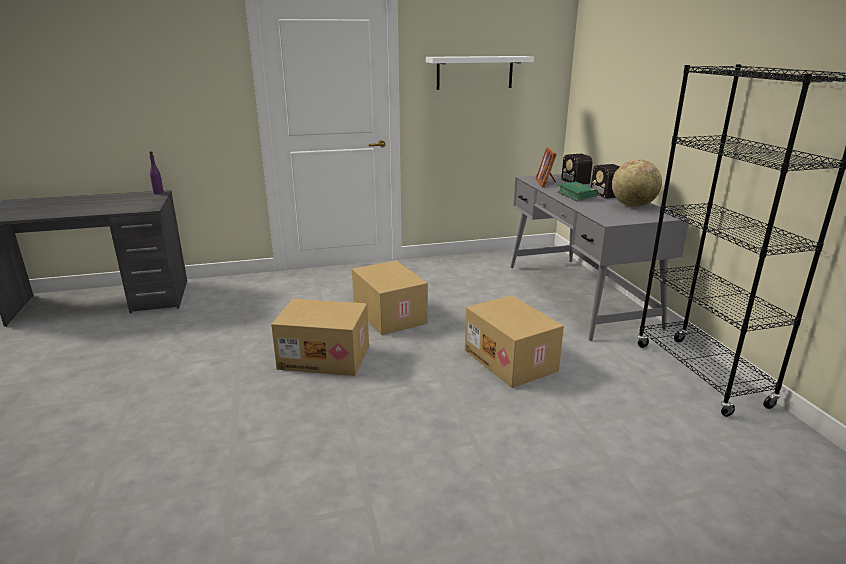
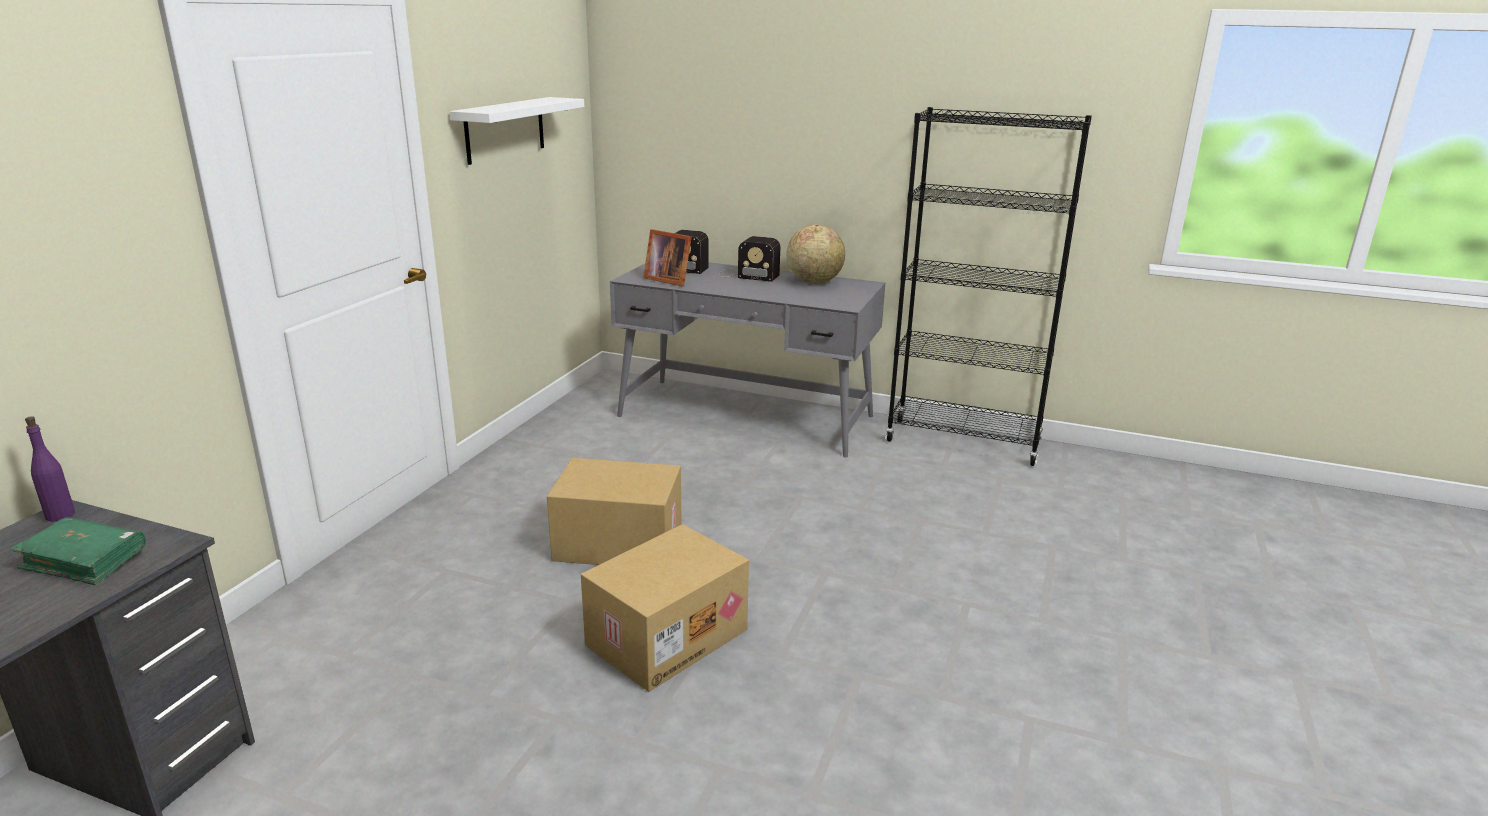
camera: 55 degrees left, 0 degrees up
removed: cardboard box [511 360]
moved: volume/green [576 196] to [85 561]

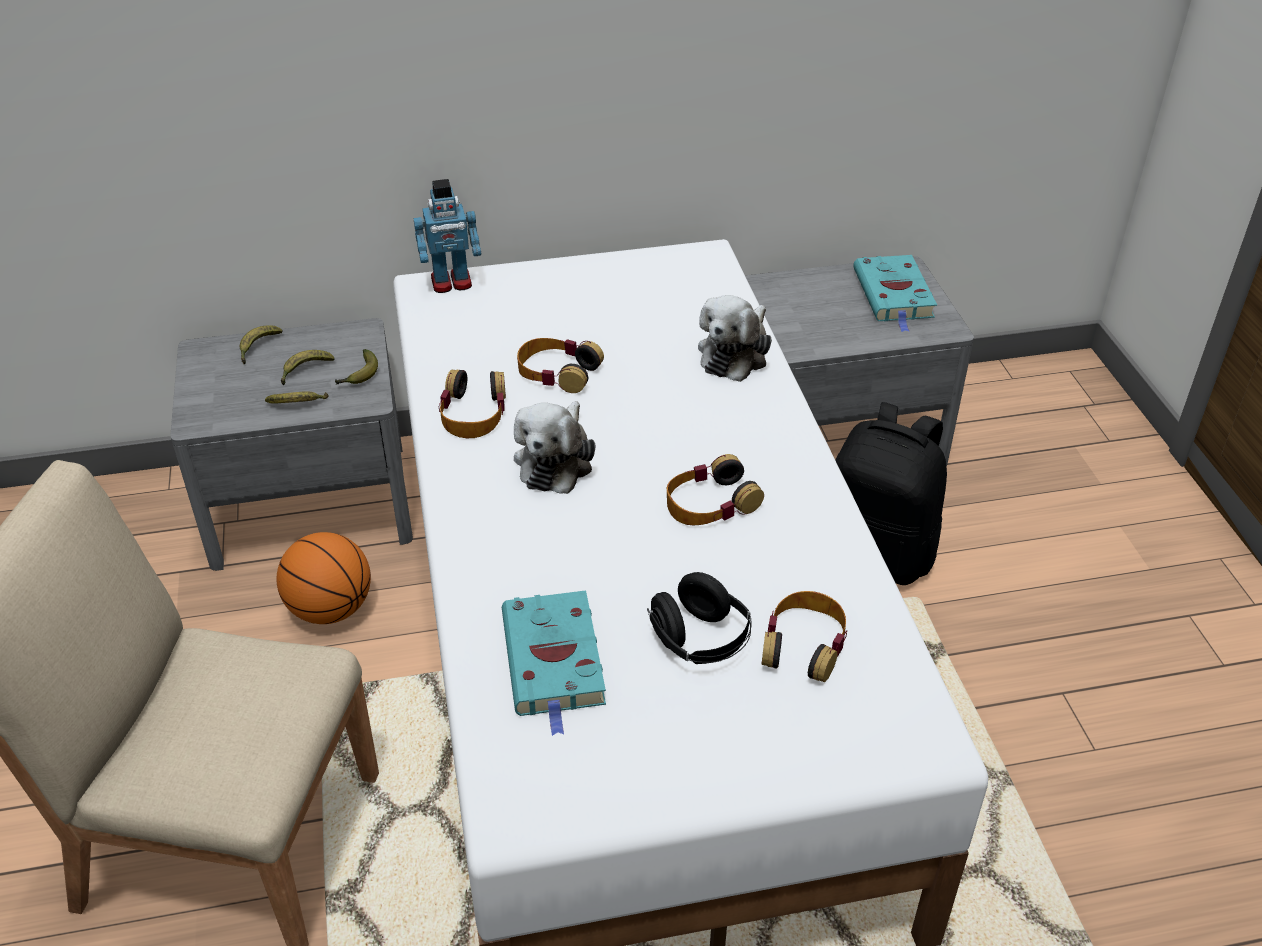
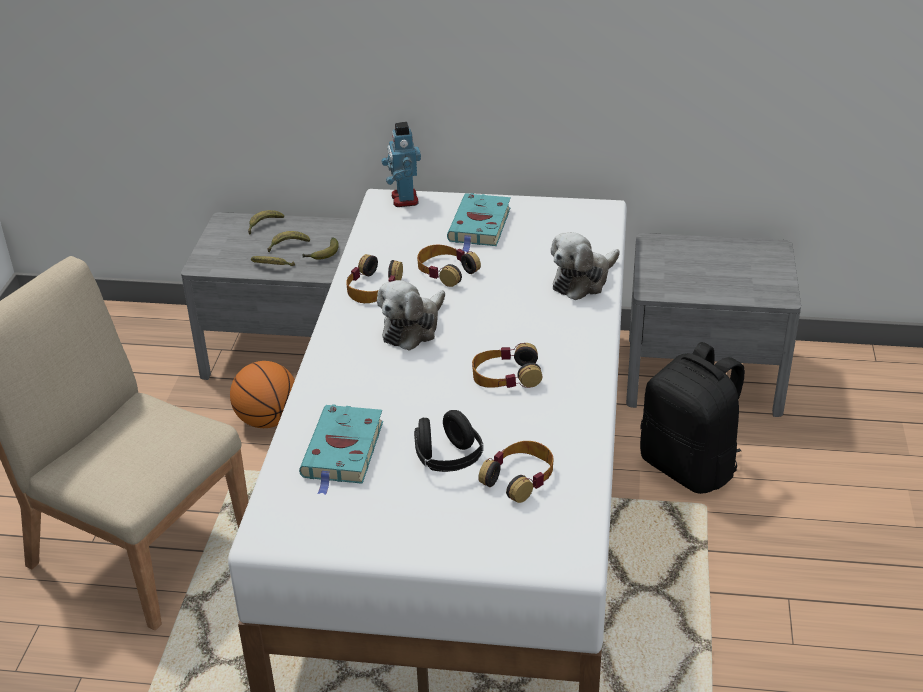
camera: 20 degrees right, 5 degrees down
moved: volume/blue-green [894 296] to [479 226]
turned: robot figure [451 283] = [404 199] 75 degrees clockwise

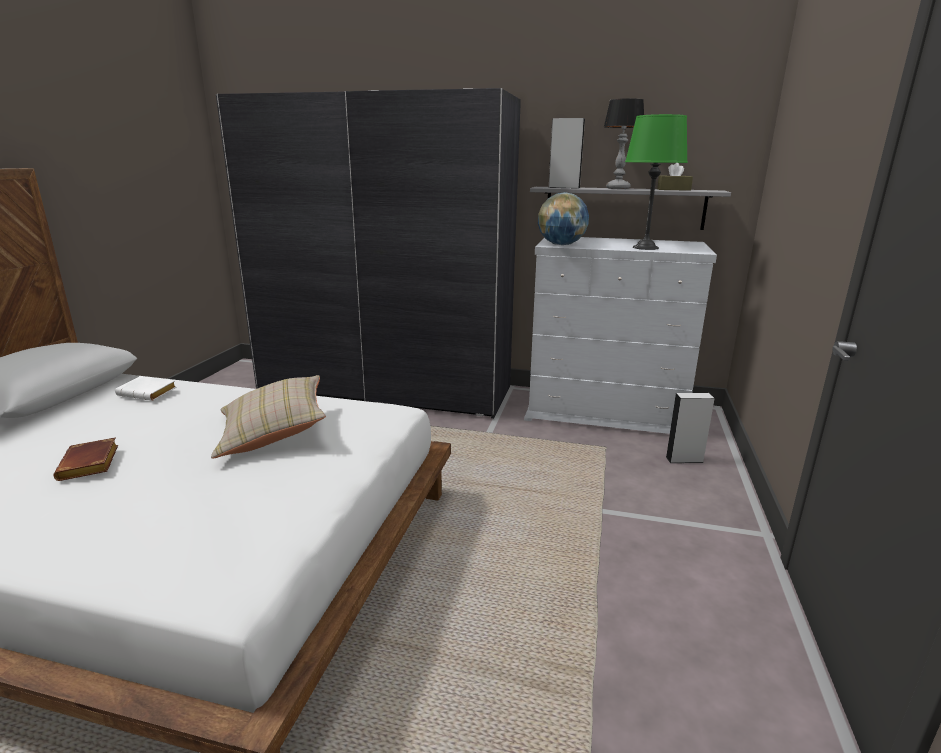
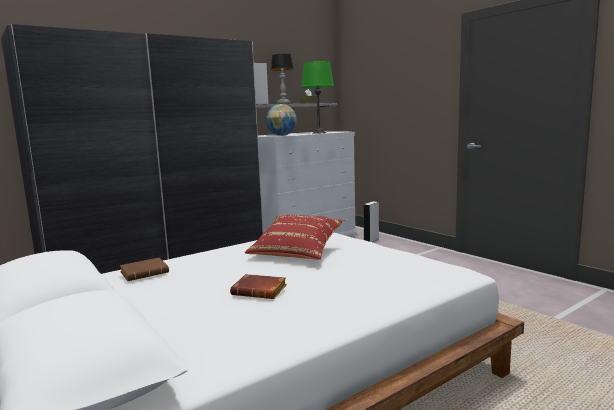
camera: 50 degrees left, 10 degrees down
recoloured: cushion/beige [273 434] to cushion/red-coloured [296 252]; volume/white-coloured [149 392] to volume/brownish [145 273]

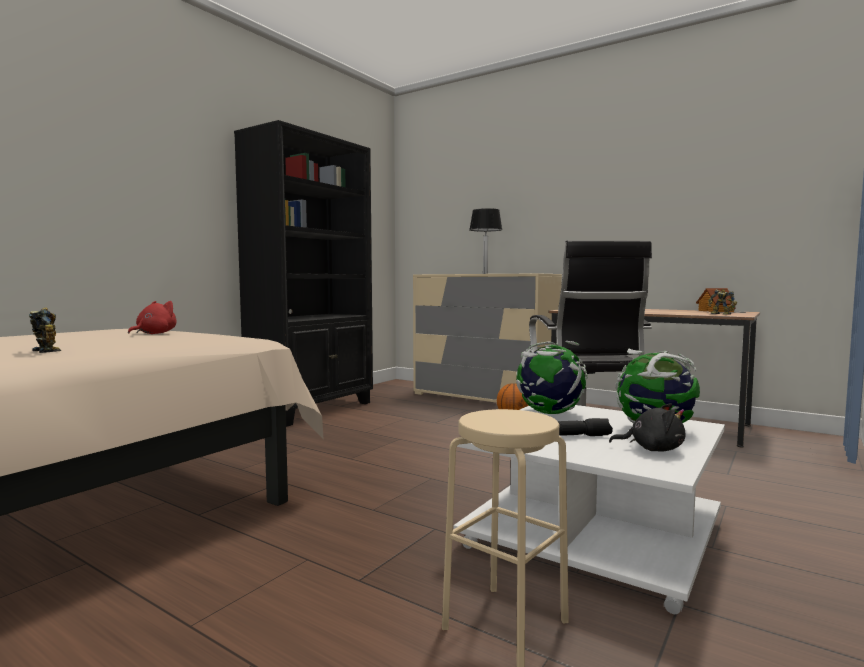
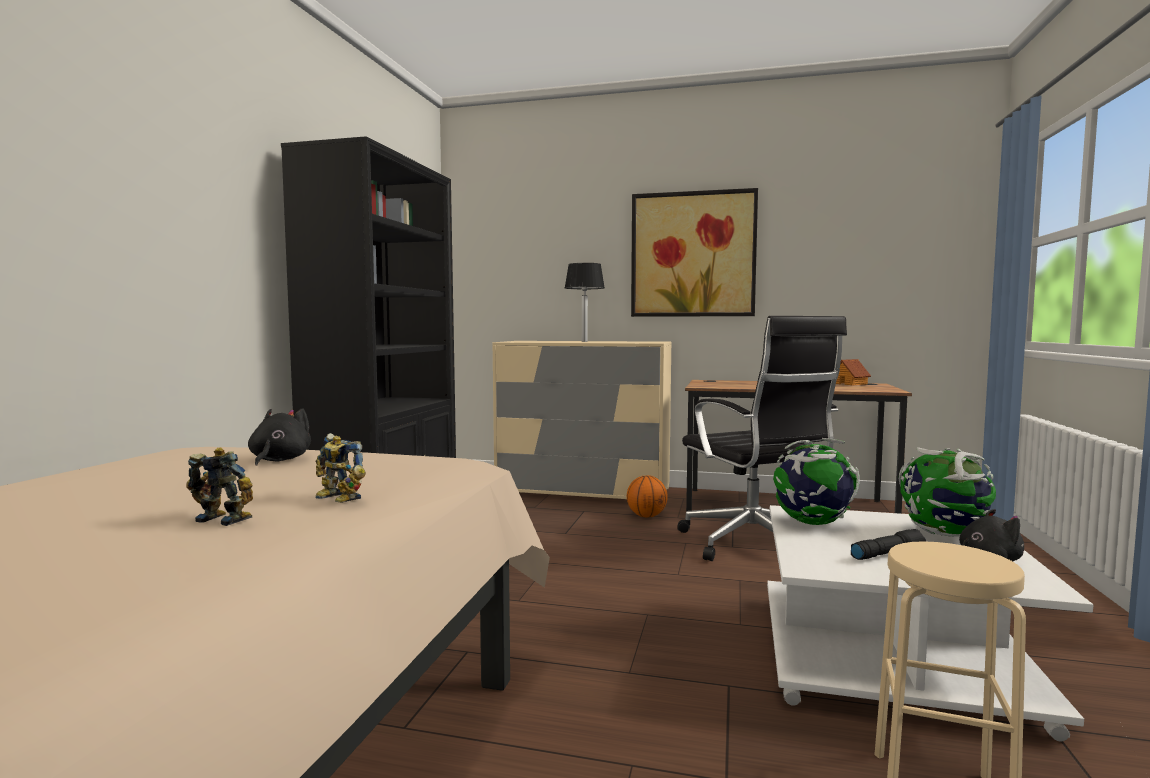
camera: 20 degrees left, 0 degrees up
added: wall picture [693 254]
moved: robot figure [720 314] to [336 499]
recoloured: plush toy/red-coloured [154 333] to plush toy/black [279 460]

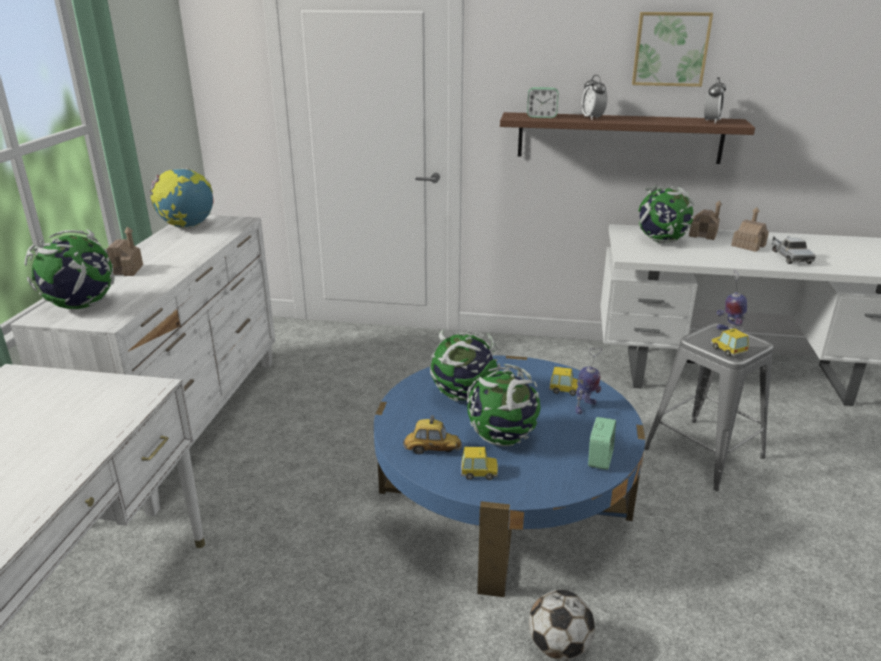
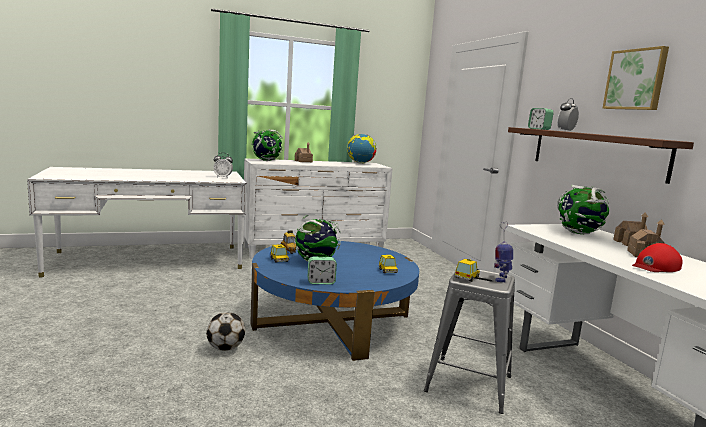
camera: 60 degrees right, 15 degrees down
removed: world globe [463 395]; robot figure [584 407]
moved: table clock [711 121] to [223 177]
replaced: toy lorry [789 256] to peaked cap/red-coloured [655 266]

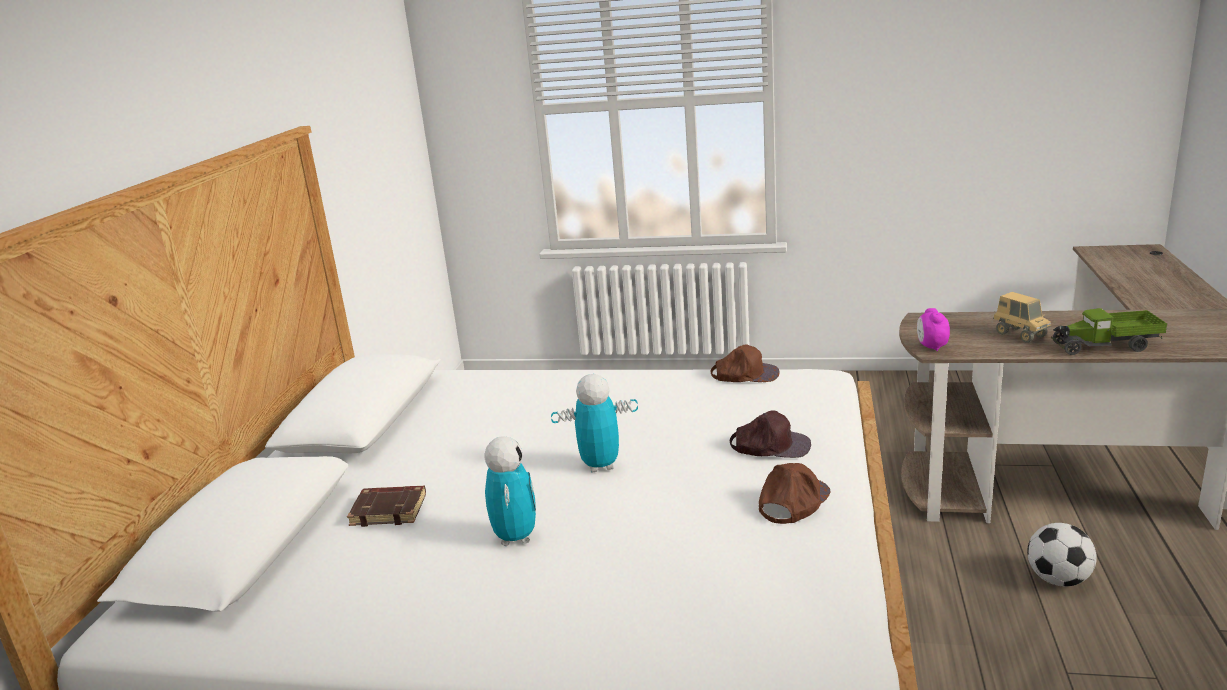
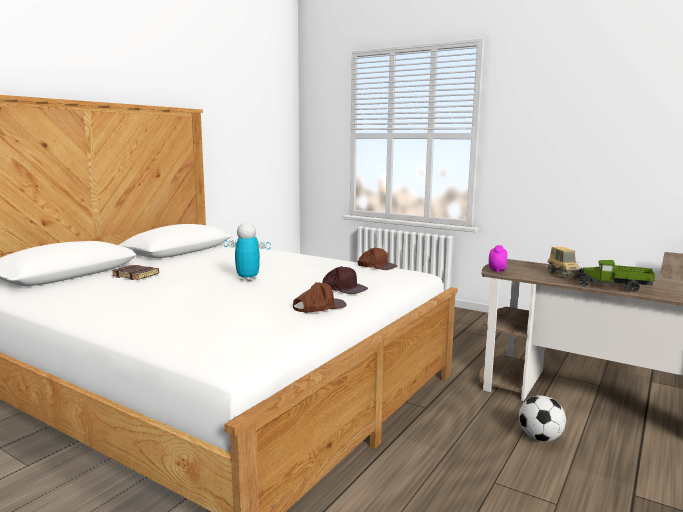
camera: 20 degrees right, 10 degrees down
removed: robot figure [516 537]

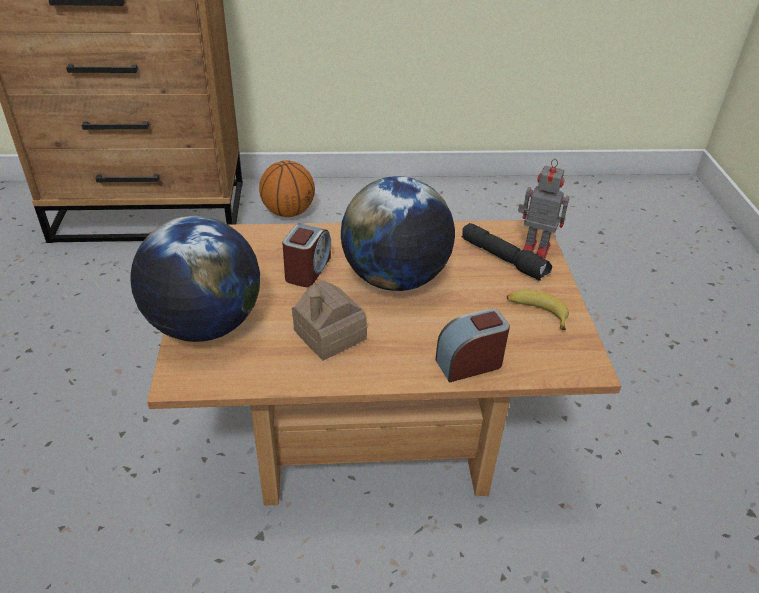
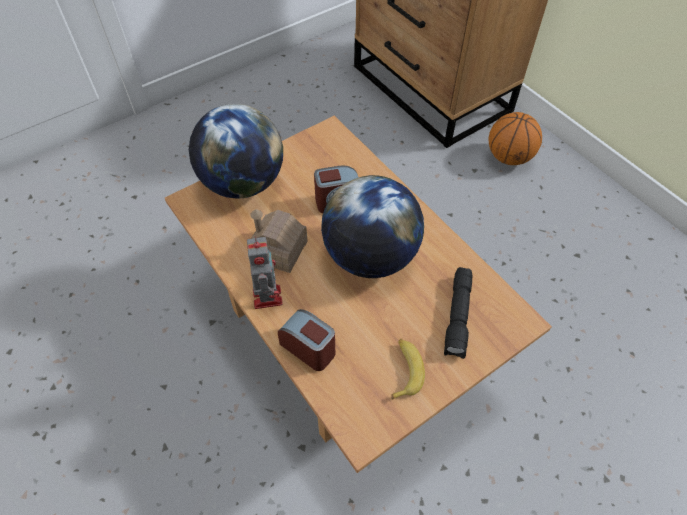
camera: 60 degrees right, 15 degrees up
moved: robot figure [534 249] to [267 295]

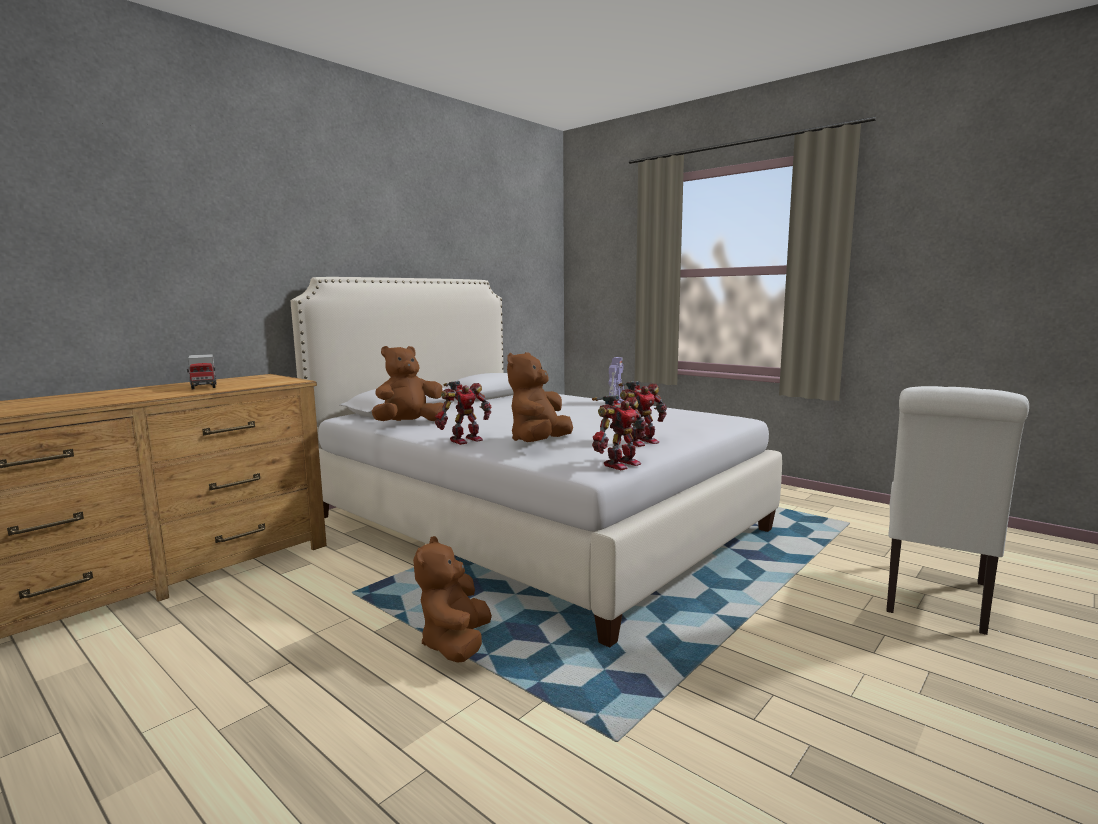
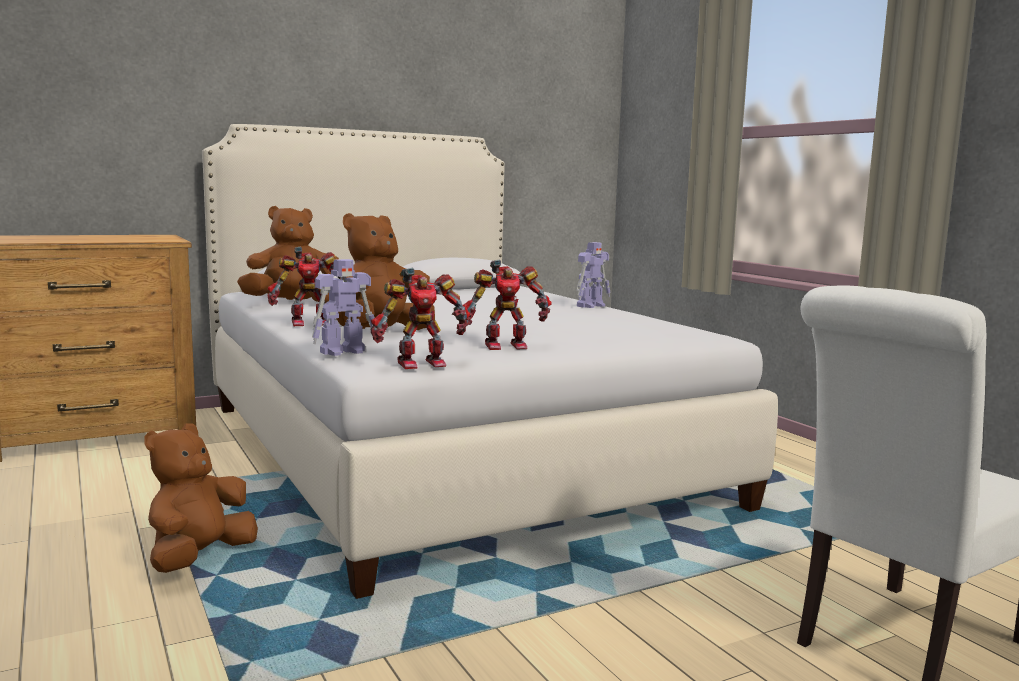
camera: 20 degrees right, 0 degrees up
removed: toy lorry [204 386]
added: robot figure [344 351]

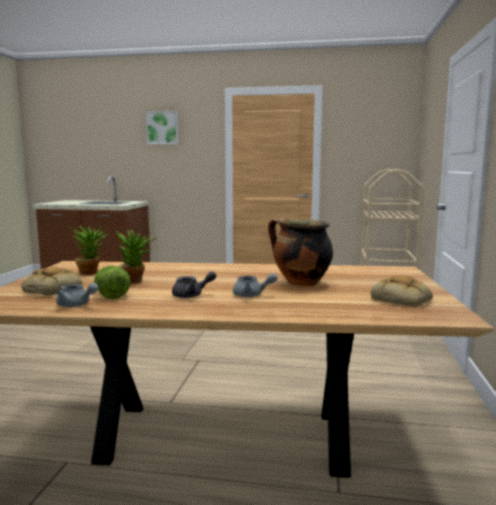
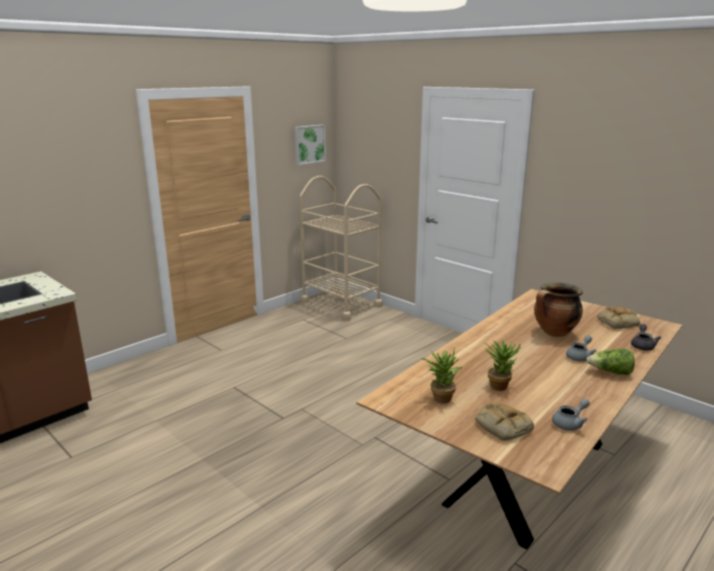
camera: 55 degrees left, 10 degrees up
moved: wall picture [162 128] to [309 144]; lettuce [111 294] to [610 372]; tea pot/gray [192 295] to [642 345]

